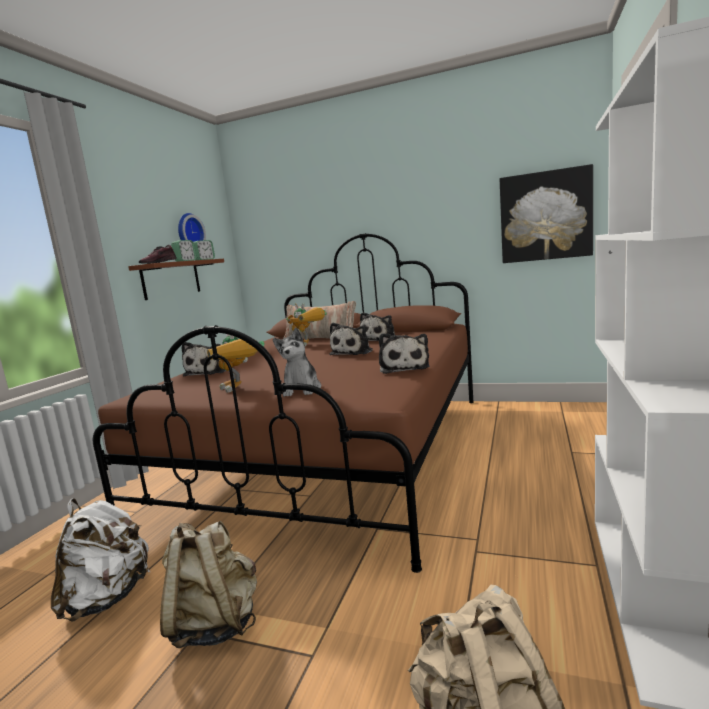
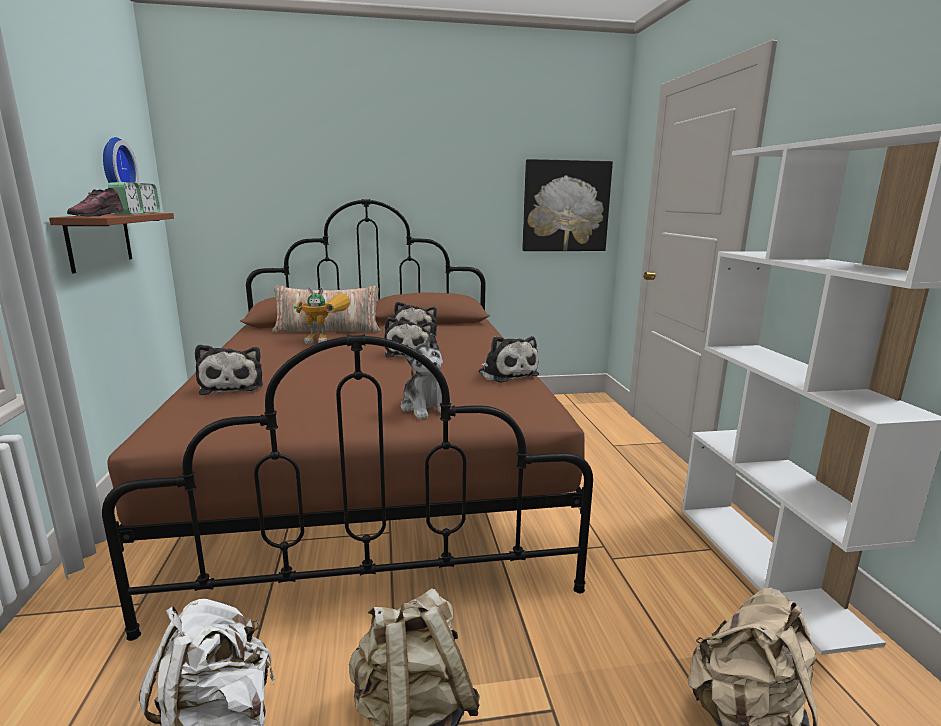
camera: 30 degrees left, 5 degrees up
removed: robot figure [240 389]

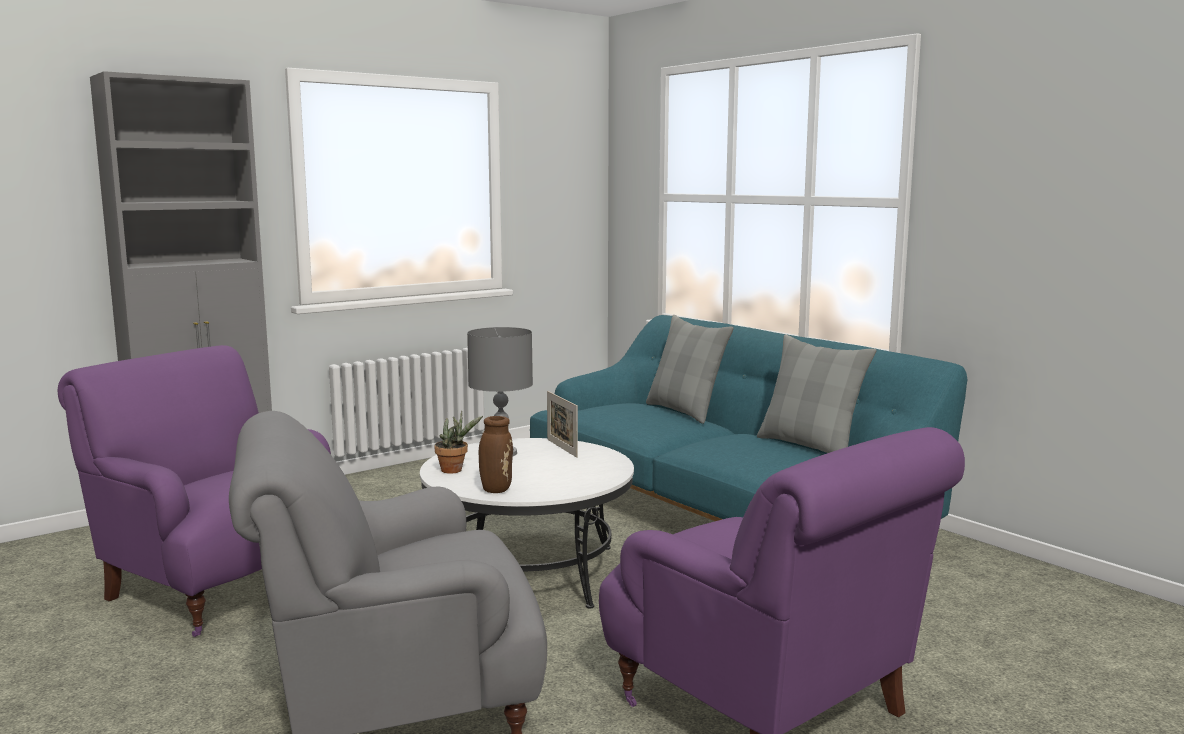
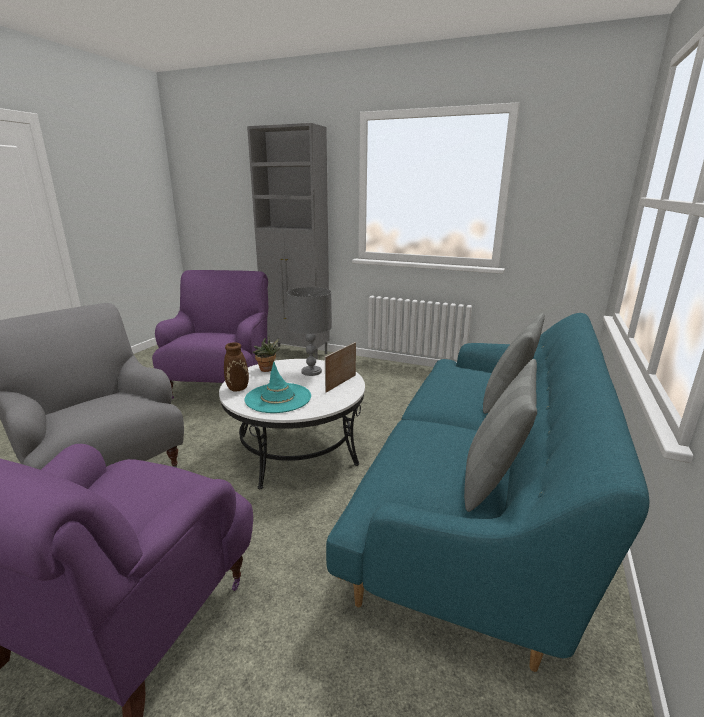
camera: 60 degrees right, 10 degrees up
added: wearable hat/blue-green [278 398]

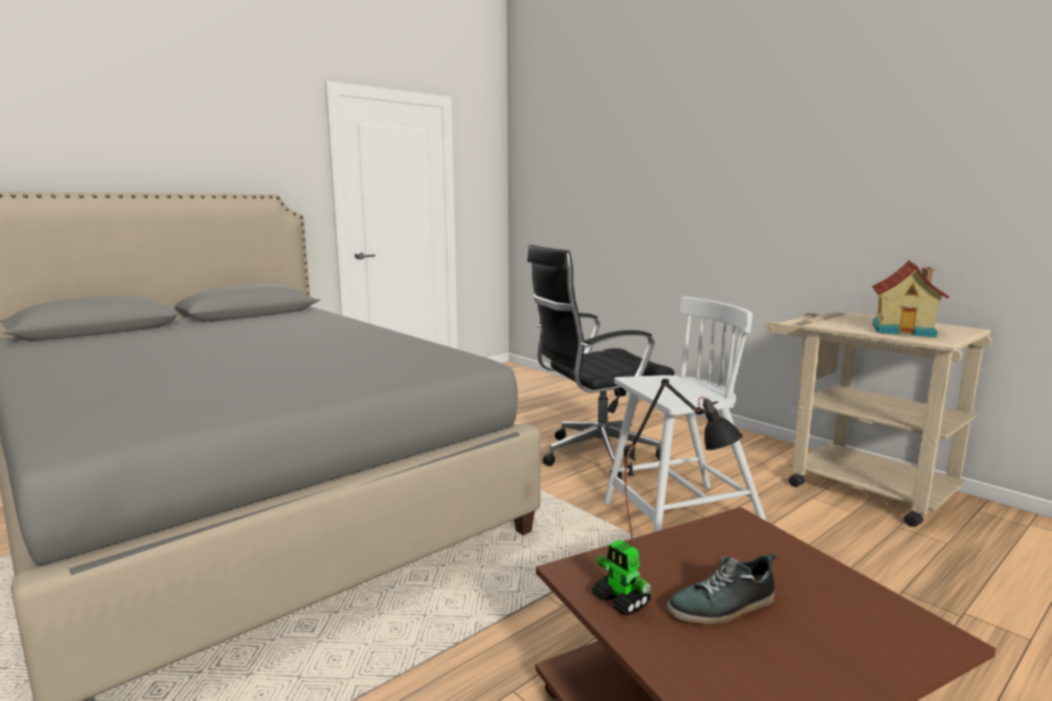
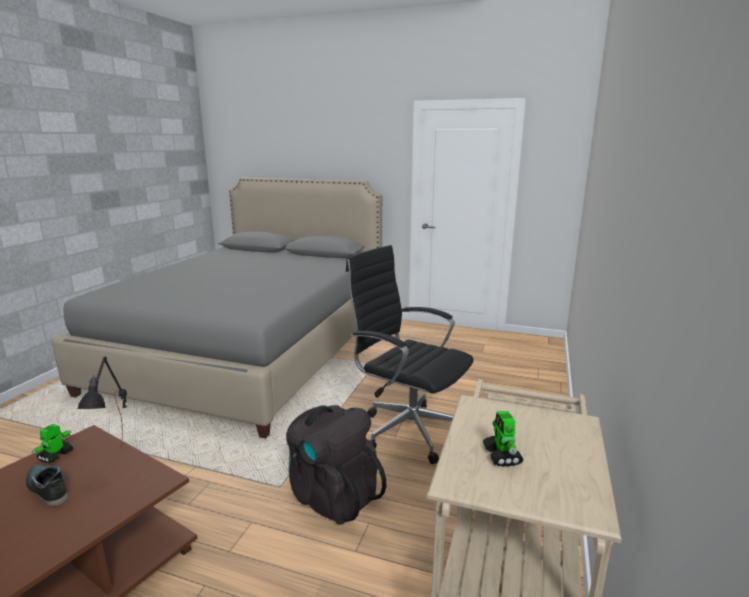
camera: 60 degrees right, 5 degrees up
replaced: model house [905 330] to robot figure [502 456]; upright chair/white-coloured [680 516] to backpack/black [332 495]

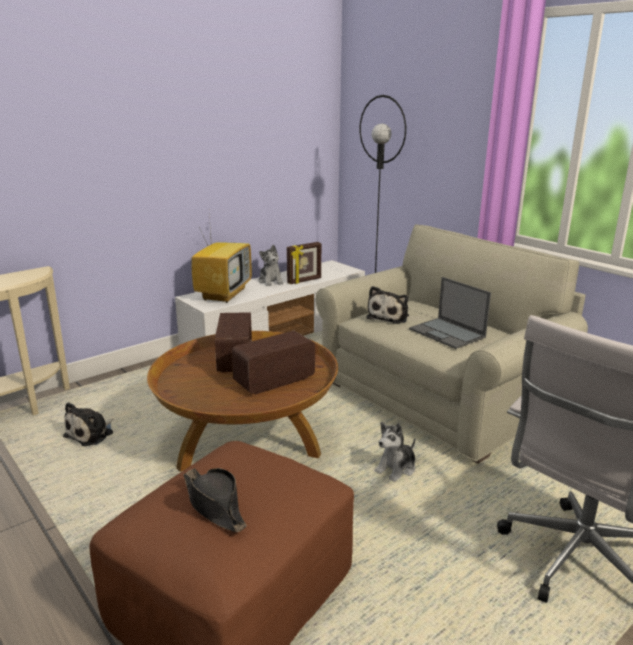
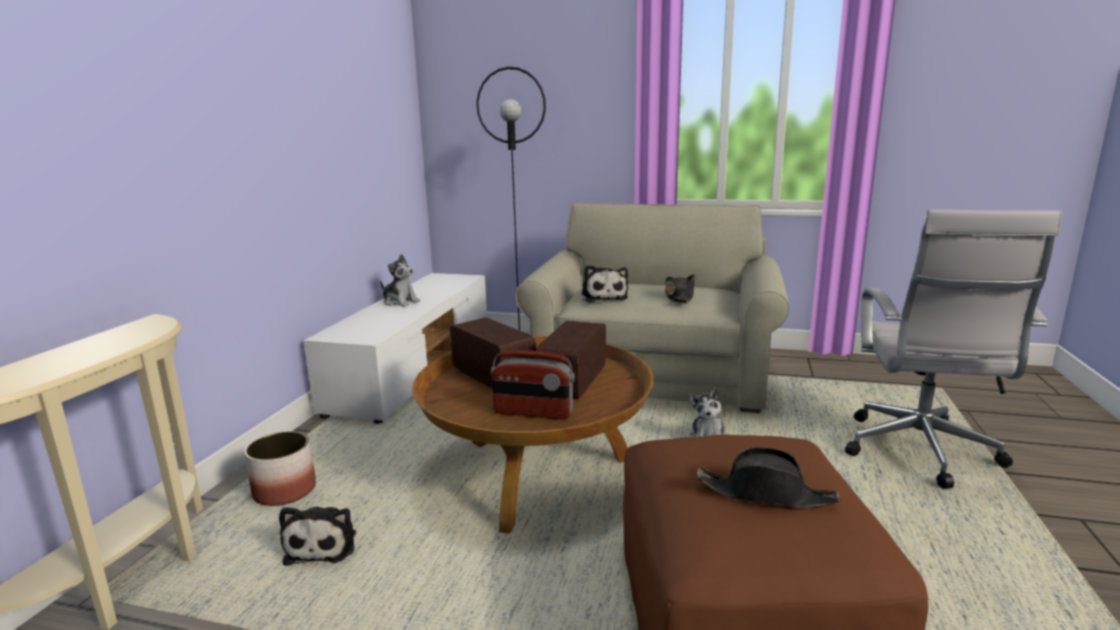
camera: 35 degrees left, 5 degrees down
removed: TV [223 294]; photo frame [304 281]
added: radio receiver [533 413]; planter [284 491]
replaced: laptop [448 333] to wearable hat/black [679 297]

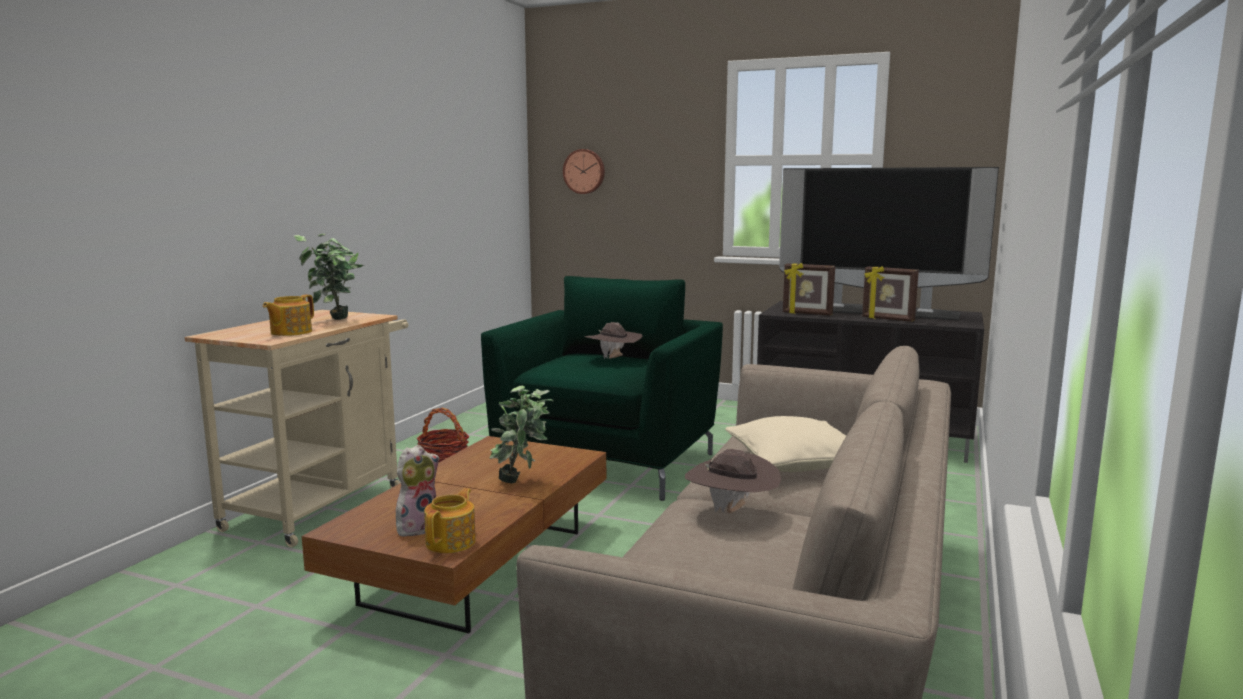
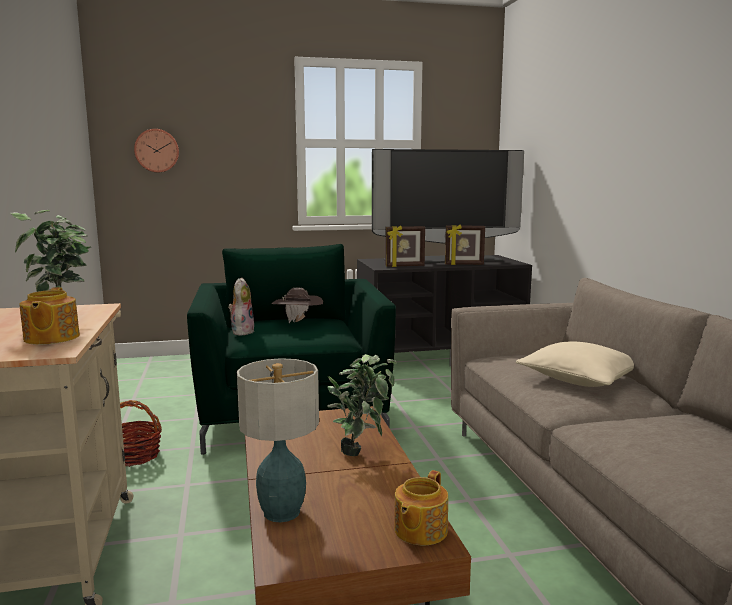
camera: 35 degrees left, 0 degrees up
removed: wearable hat/brownish [732 512]
added: tabletop lamp [281 512]
moved: plush toy [417 527] to [242 332]
turned: tea pot [452 542] = [419 530] 135 degrees counterclockwise

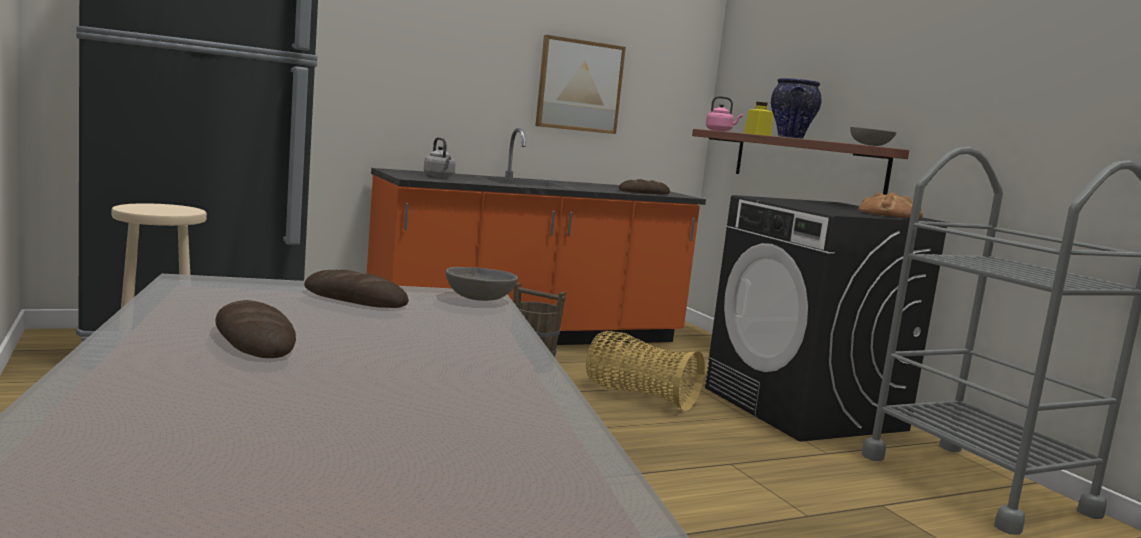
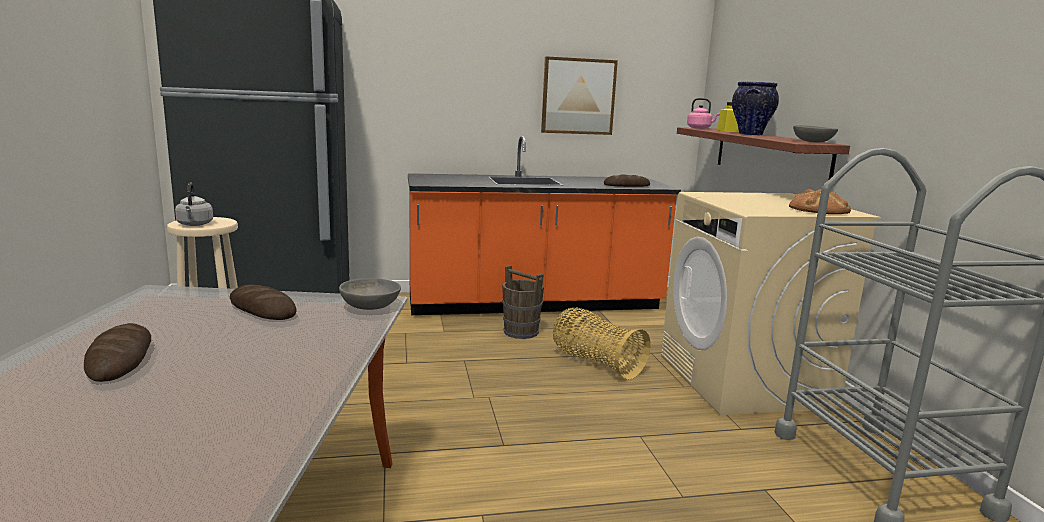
camera: 15 degrees right, 5 degrees up
moved: kettle/gray [439 177] to [195 224]
recoloured: laundry appliance/black [804 409] to laundry appliance/beige [744 380]

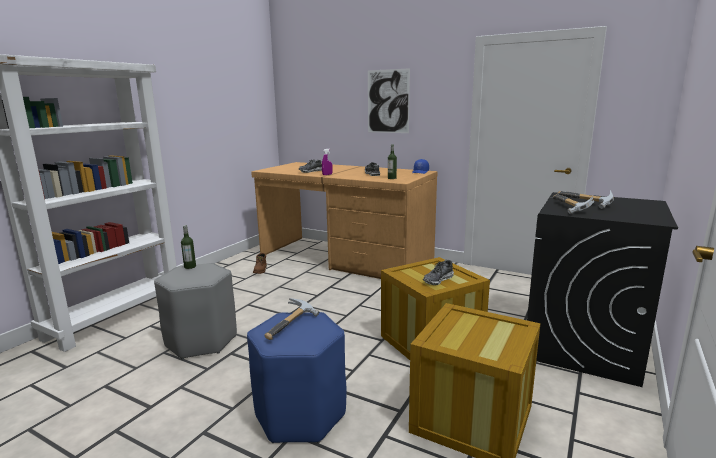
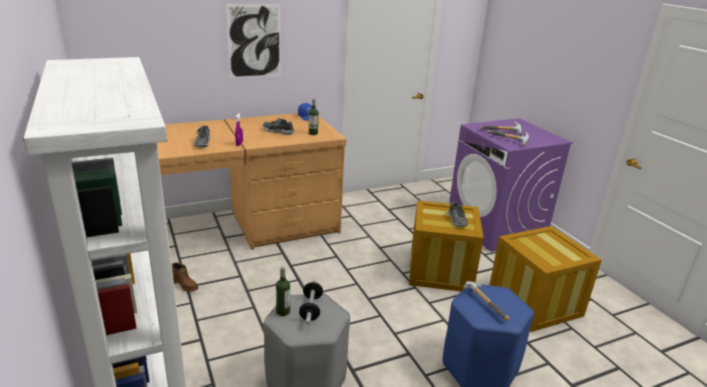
camera: 55 degrees left, 10 degrees up
added: hand weight [311 309]
recoloured: laundry appliance/black [583 345] to laundry appliance/purplish [496 227]

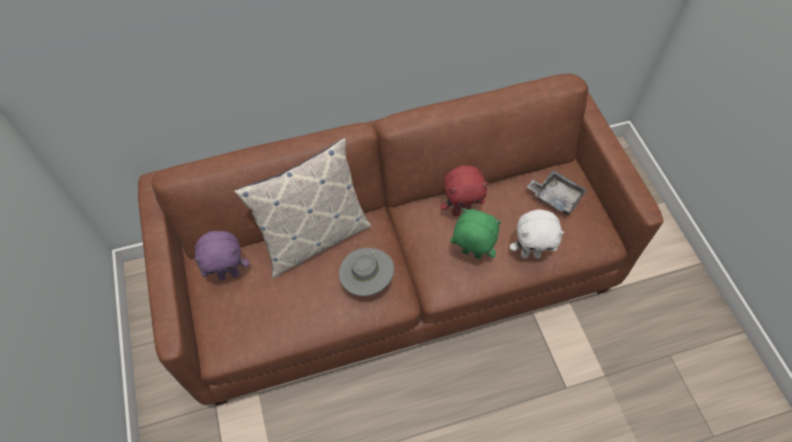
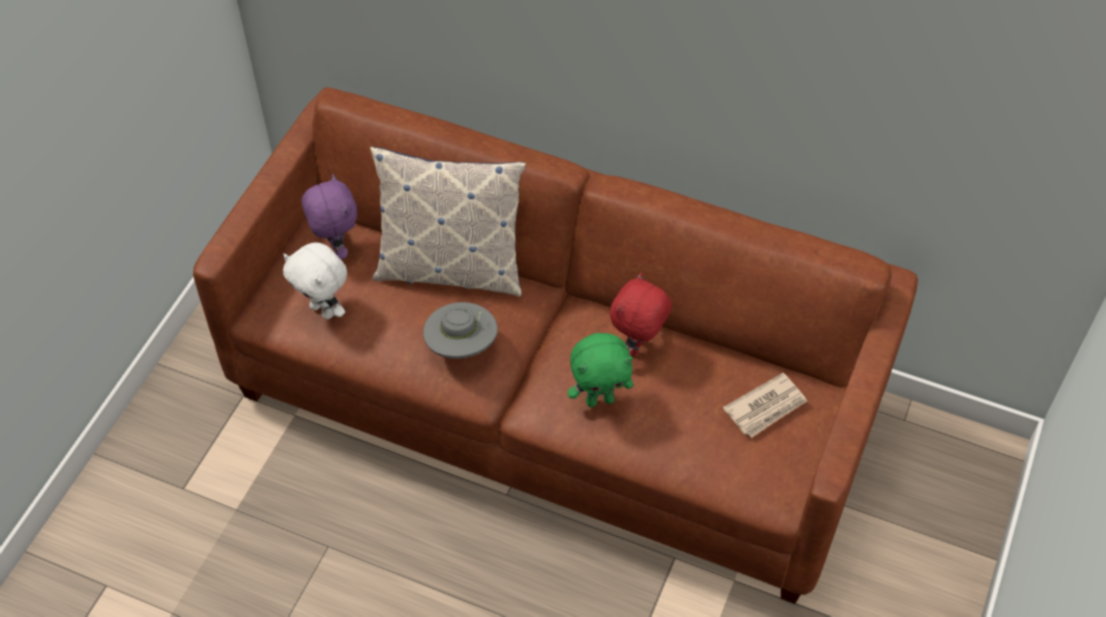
camera: 40 degrees right, 5 degrees down
moved: plush toy/white-coloured [530 254] to [323 310]
replaced: carrying tray/gray [556 196] to newspaper [766 407]
turned: plush toy/red-coloured [461 211] = [638 348] 90 degrees clockwise; plush toy/green [470 255] = [600 399] 105 degrees clockwise; plush toy/purplish [229 274] = [336 248] 135 degrees counterclockwise

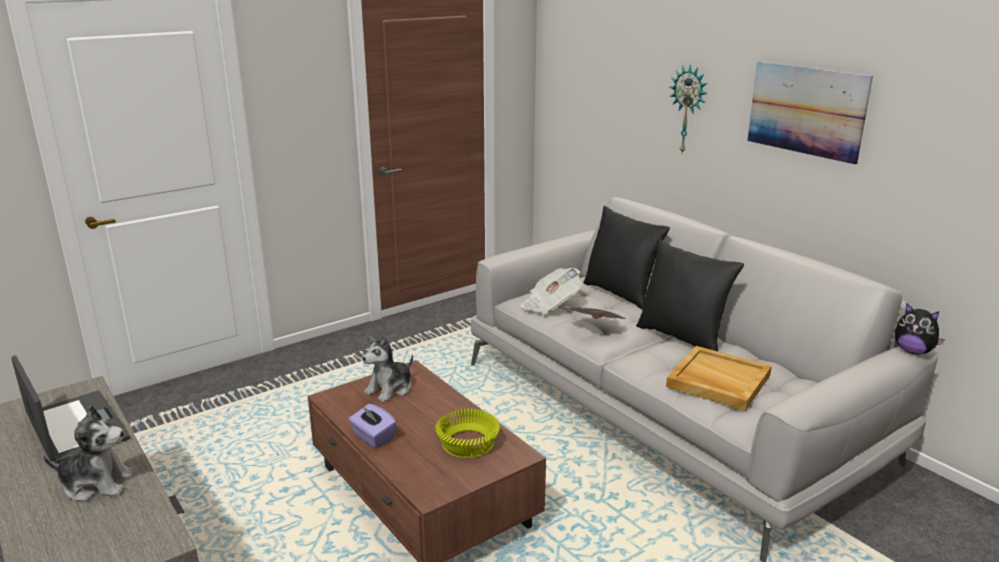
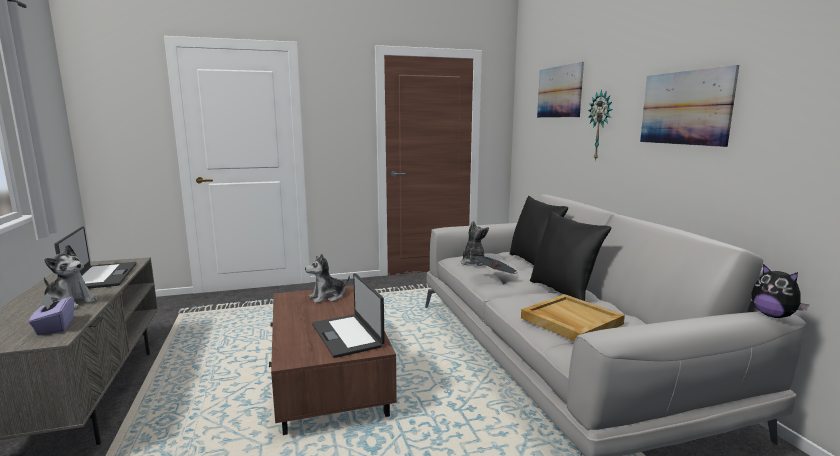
camera: 20 degrees right, 10 degrees down
added: wall picture [559 92]
moved: box of tissues/purplish [373 437] to [55 327]
replaced: newspaper [550 305] to plush toy [473 262]; bowl/yellow-coloured [469 443] to laptop [348 335]

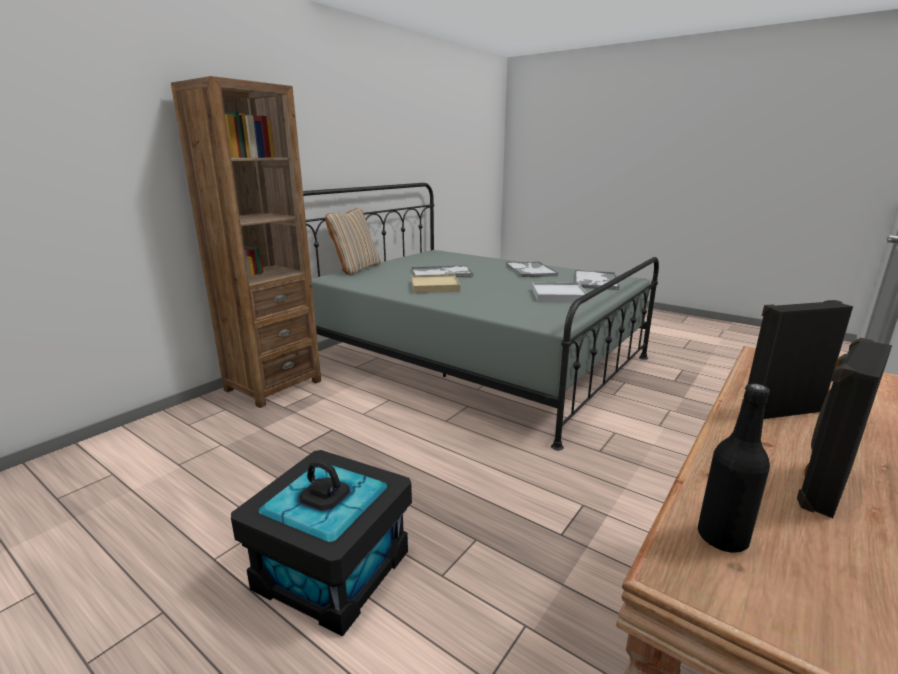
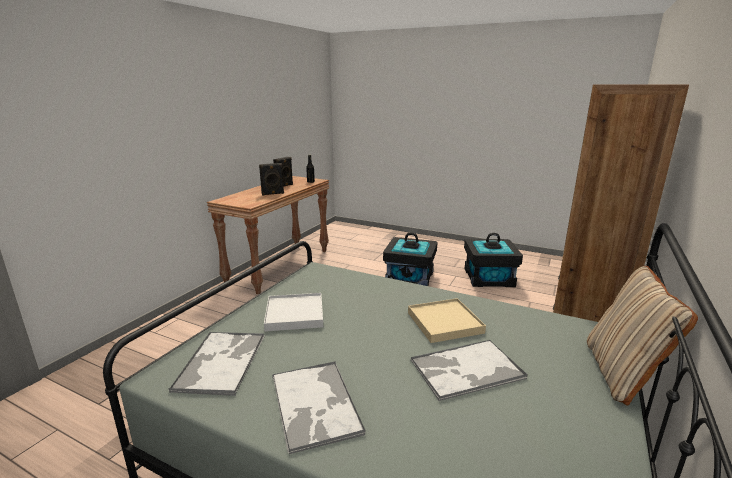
camera: 170 degrees right, 0 degrees up
added: storage container/black [489 278]

